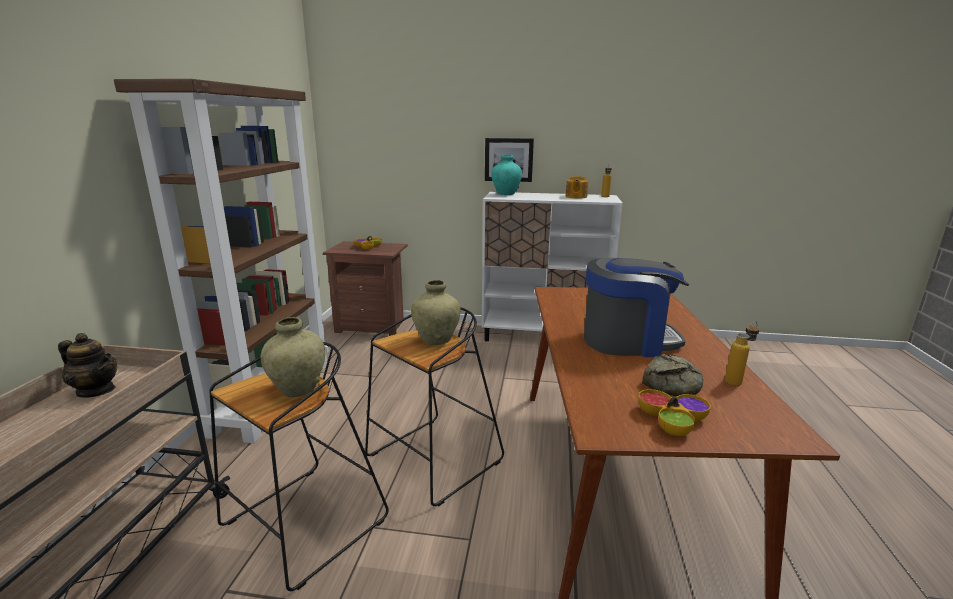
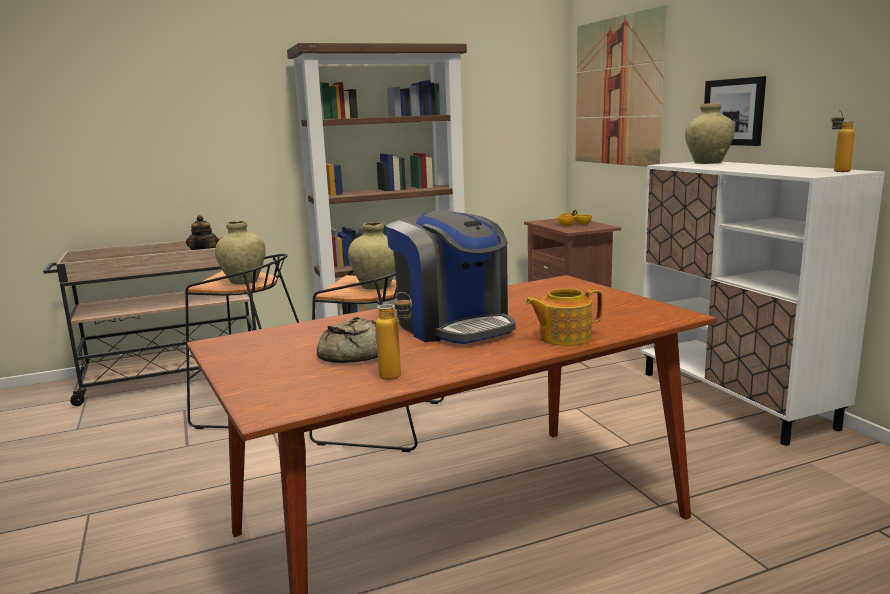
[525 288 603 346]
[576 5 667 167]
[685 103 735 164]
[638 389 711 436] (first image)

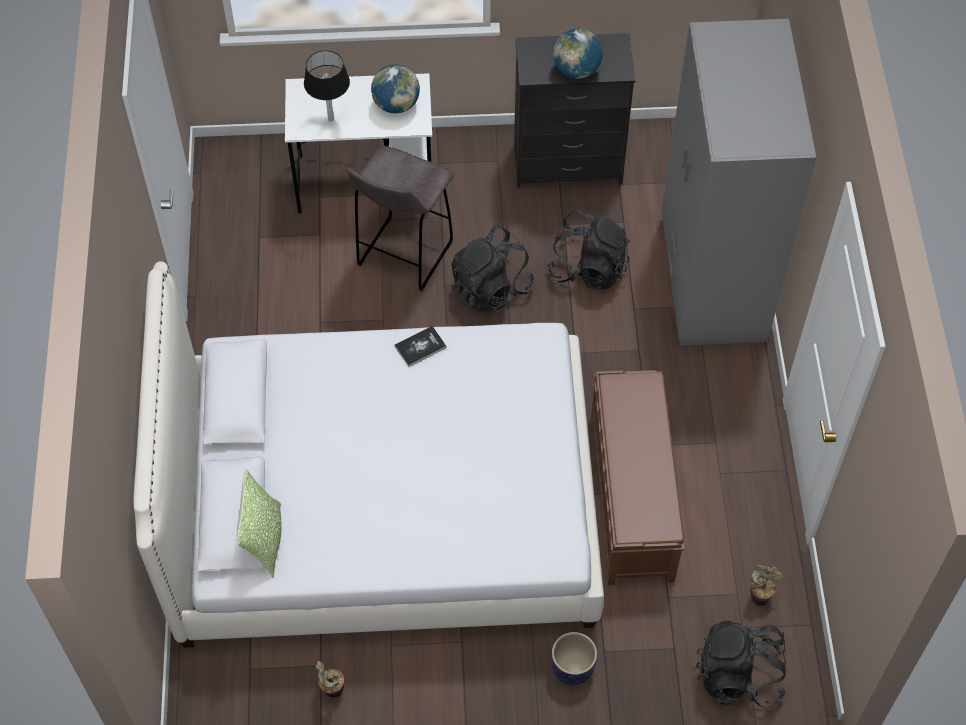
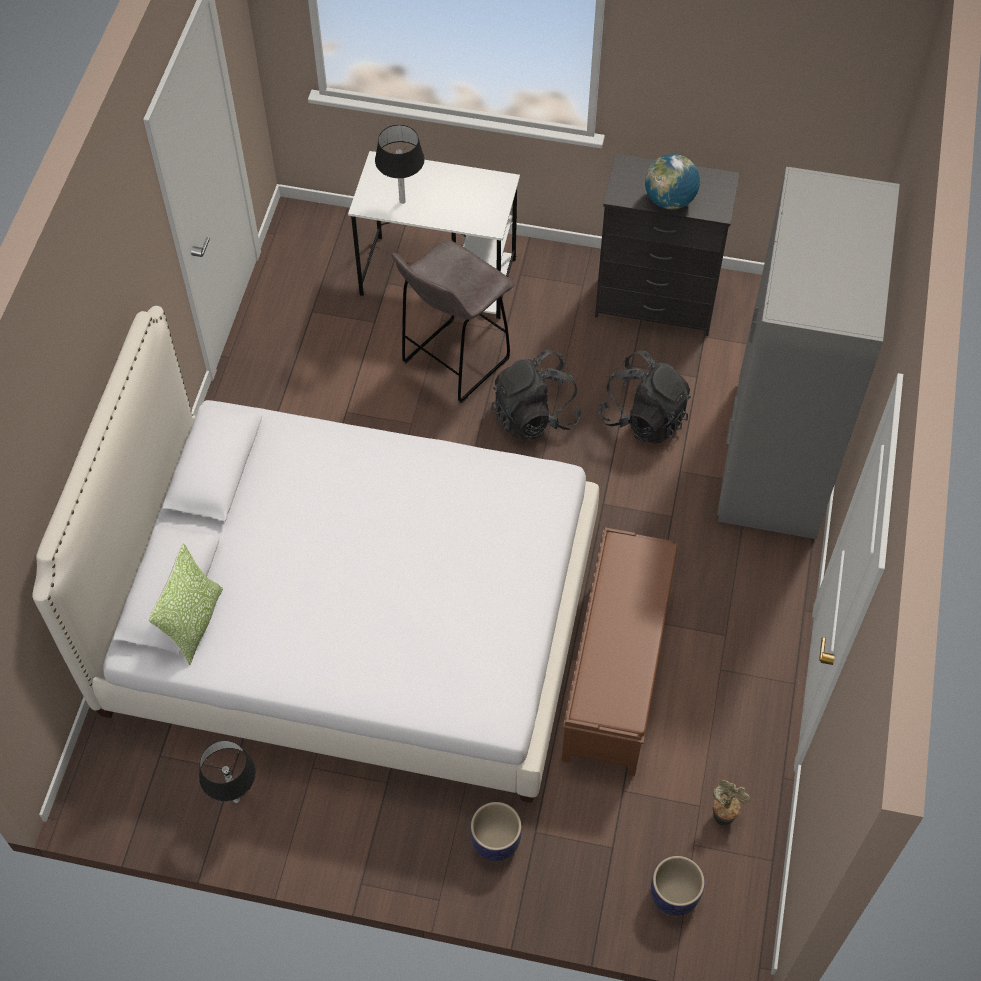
[199 740 256 803]
[651 856 705 916]
[371 64 420 113] (first image)
[394 326 447 367] (first image)

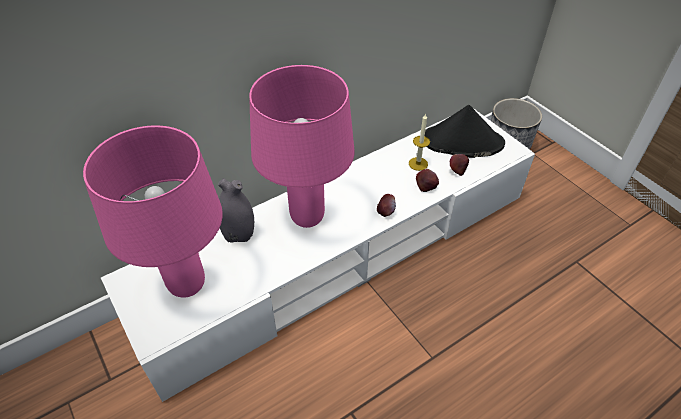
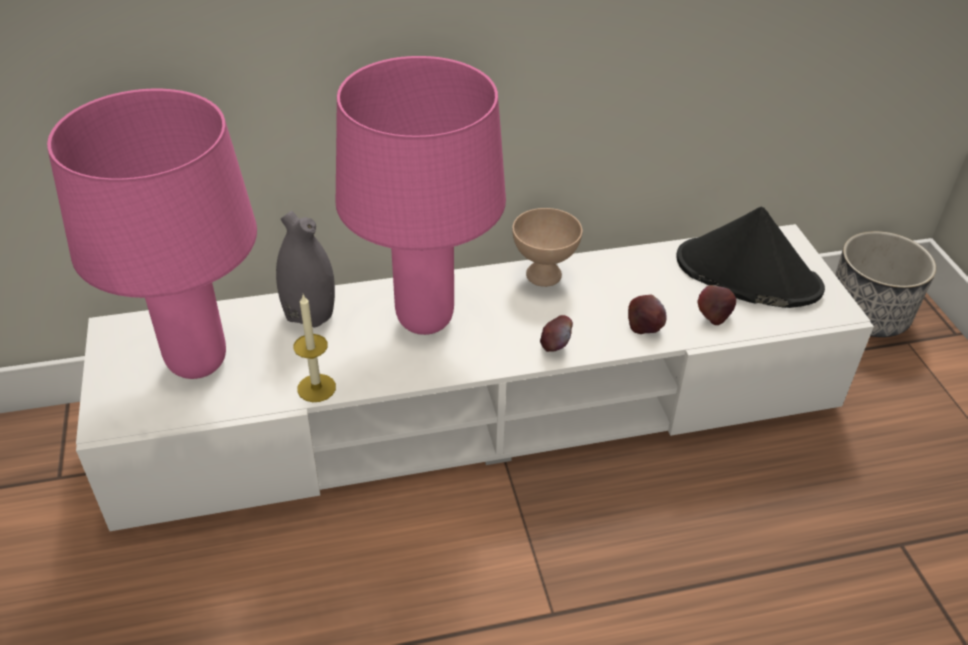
[293 295 336 402]
[512 208 582 287]

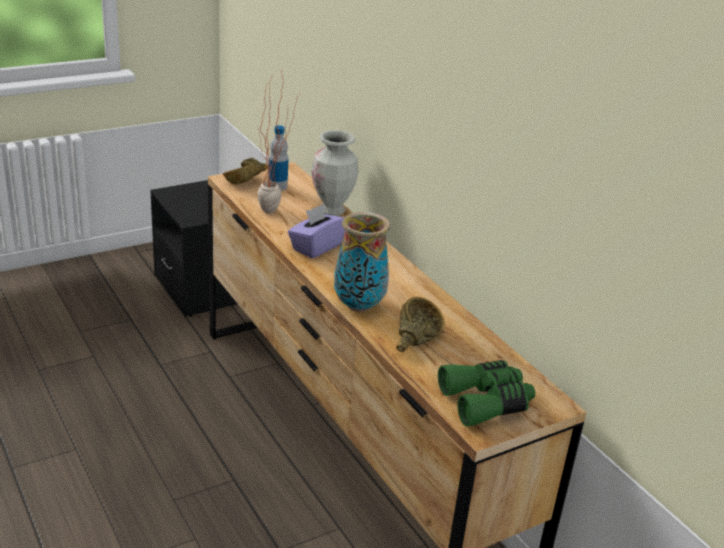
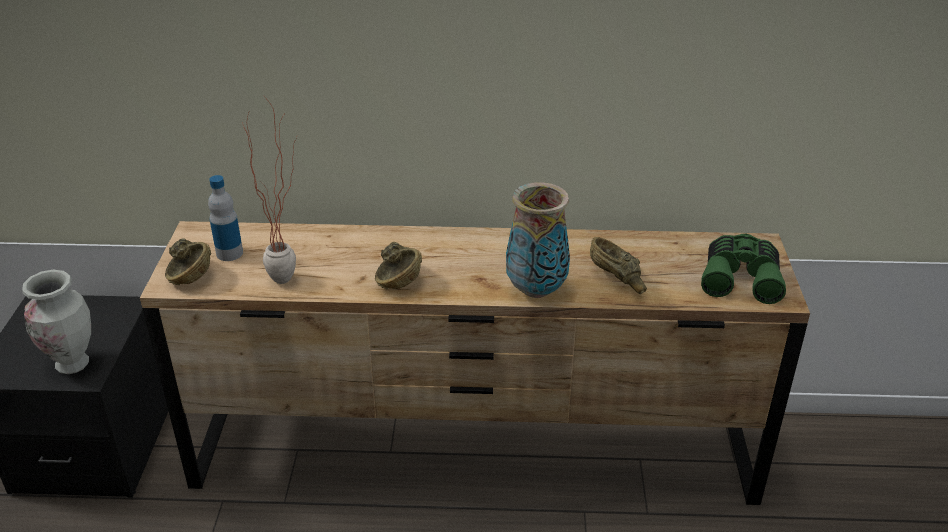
[22 269 91 374]
[375 242 422 289]

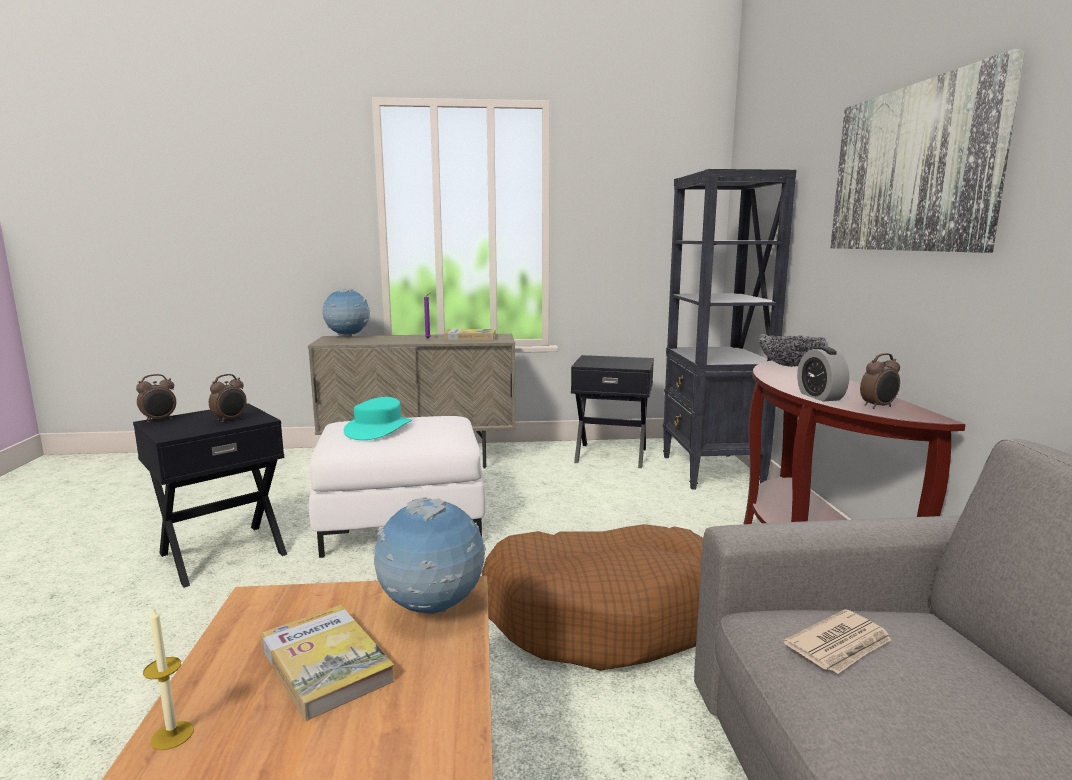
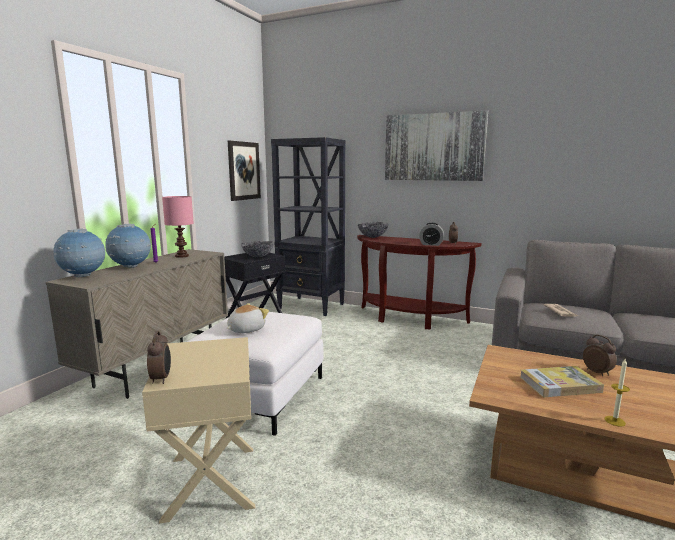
[105 224 151 268]
[142 337 255 524]
[162 196 194 258]
[226 303 269 333]
[228 141 261 201]
[241 241 274 258]
[583 335 617 376]
[482 524 703 671] (first image)

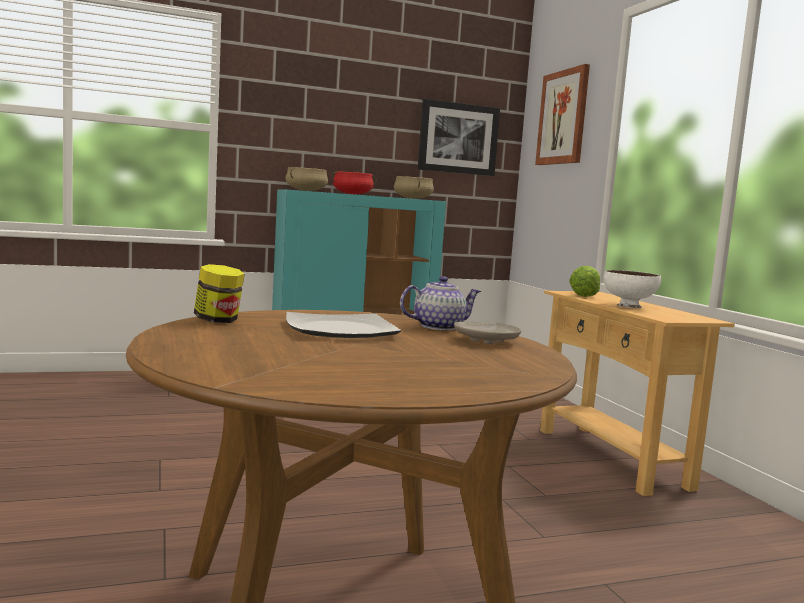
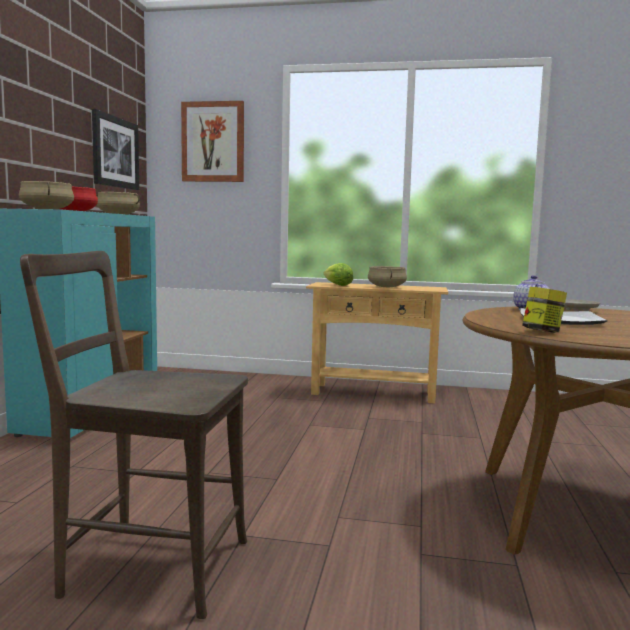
[20 251 248 619]
[368 266 407 287]

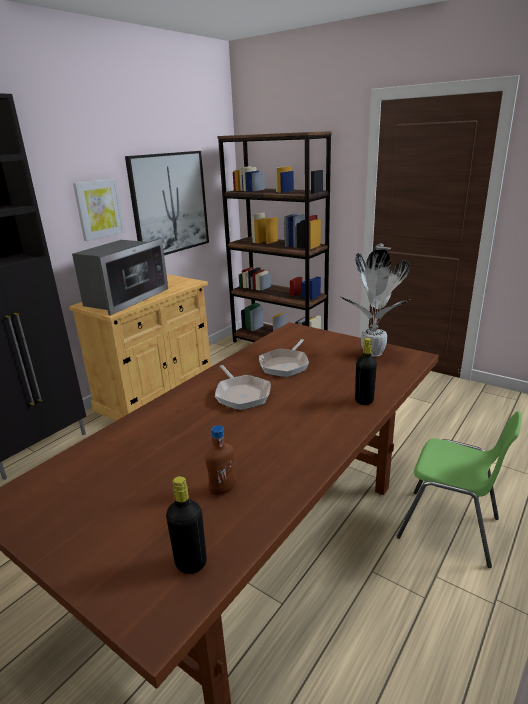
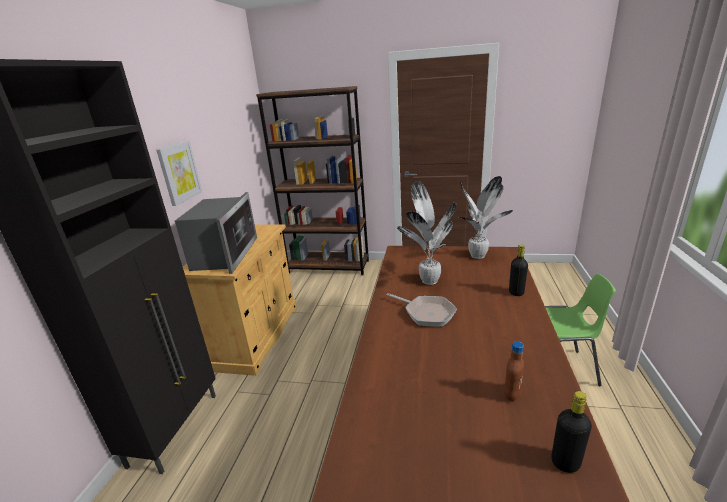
[397 181 456 285]
[125 151 209 255] (first image)

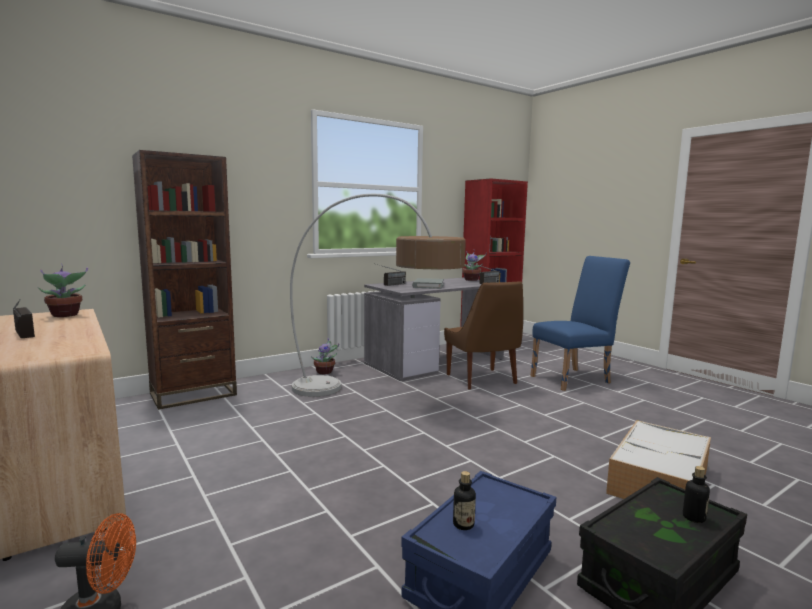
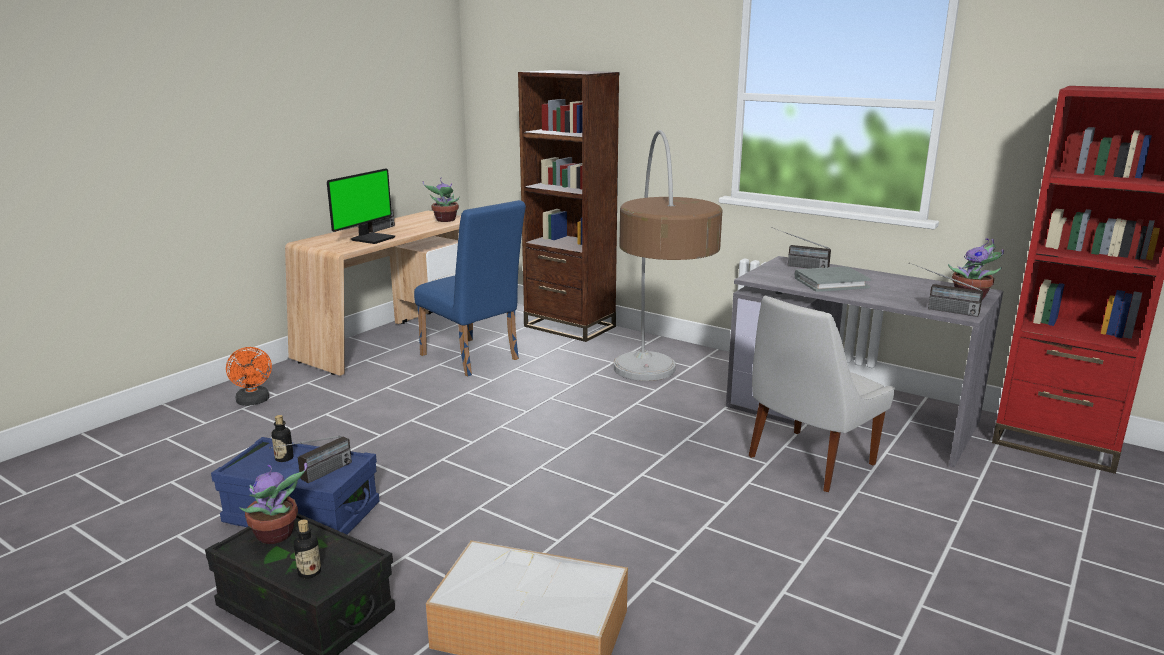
[239 463 307 544]
[269 436 352 483]
[327 168 395 244]
[414 200 526 377]
[749 295 895 492]

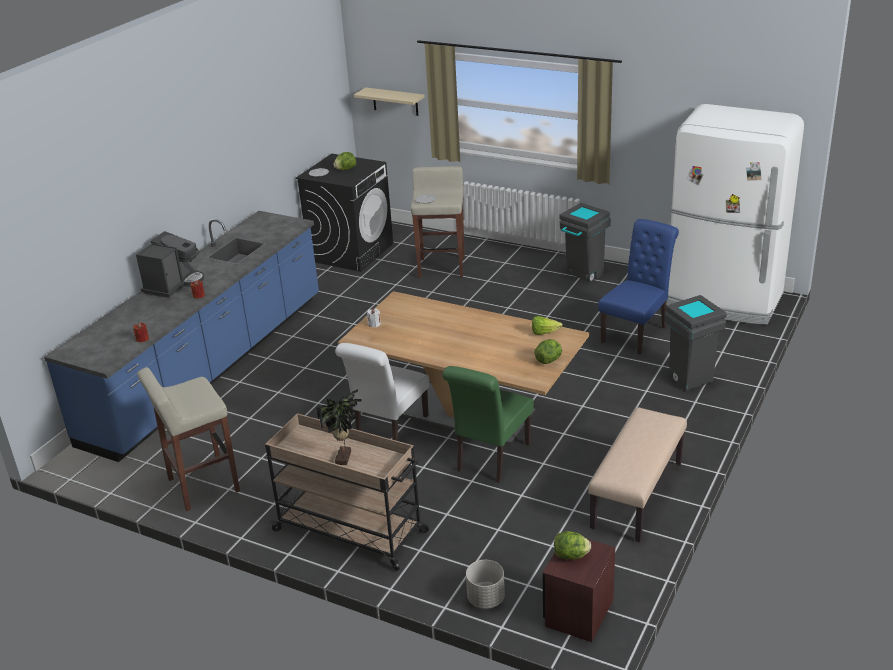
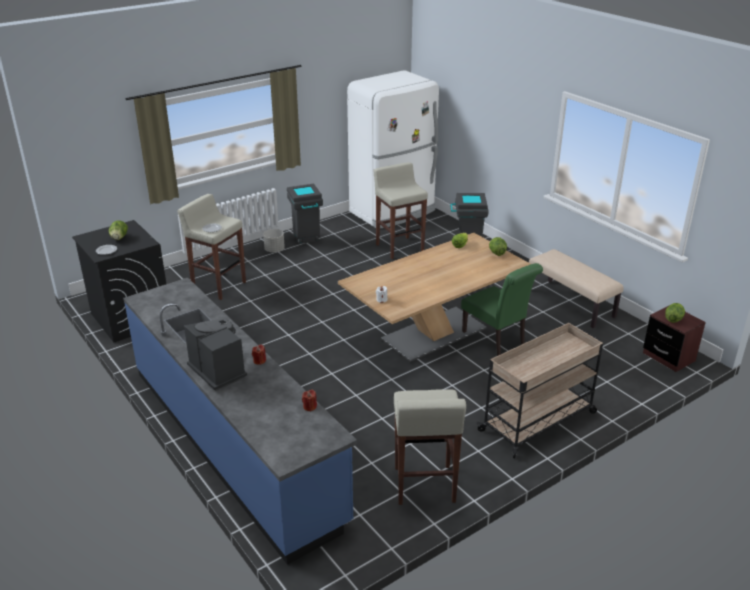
[263 229 285 253]
[373 162 428 259]
[317 389 362 465] (first image)
[335 343 430 441] (first image)
[354 87 424 116] (first image)

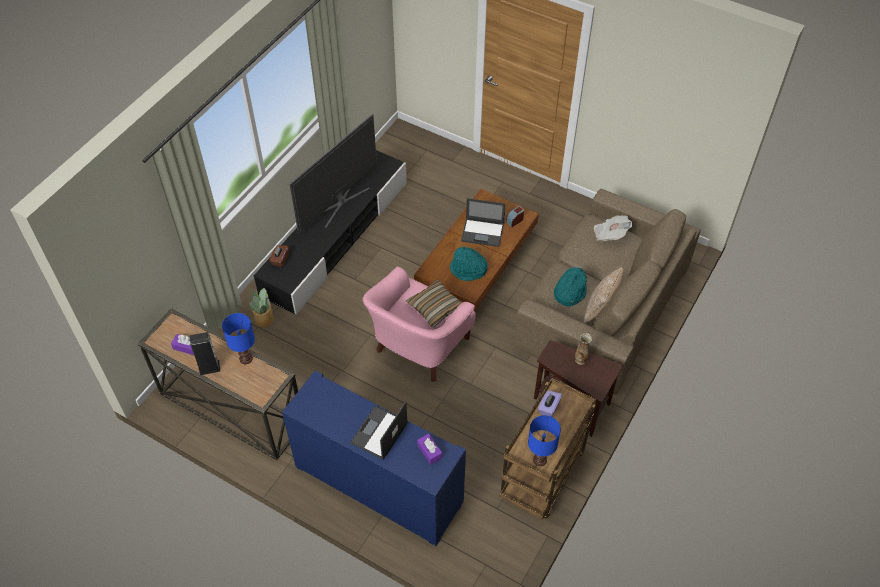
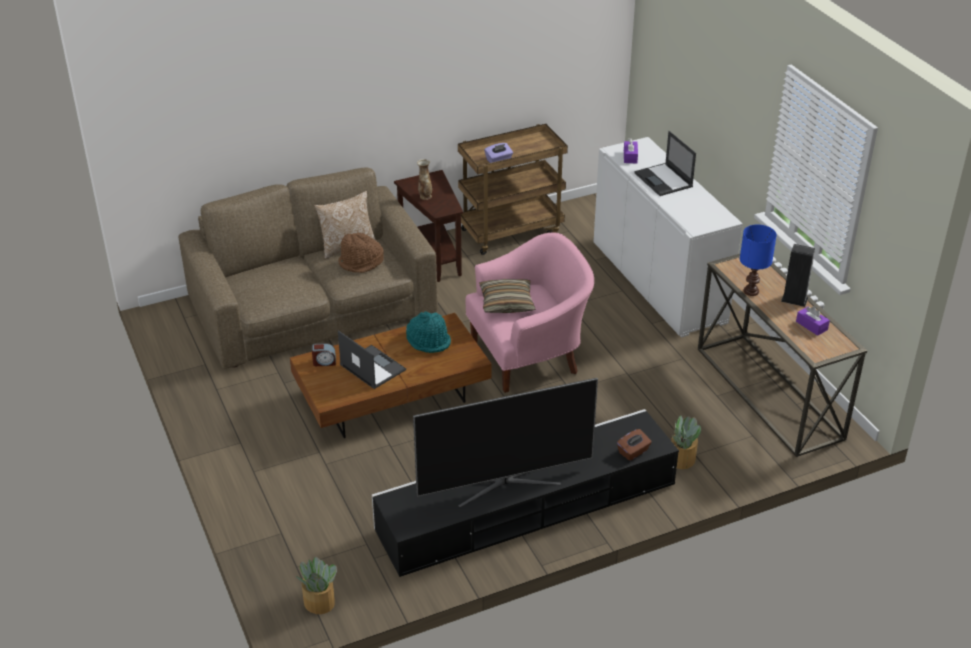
[296 557 337 614]
[338 233 384 273]
[594 137 743 338]
[635 131 696 196]
[528 415 561 466] (first image)
[594 216 632 241] (first image)

